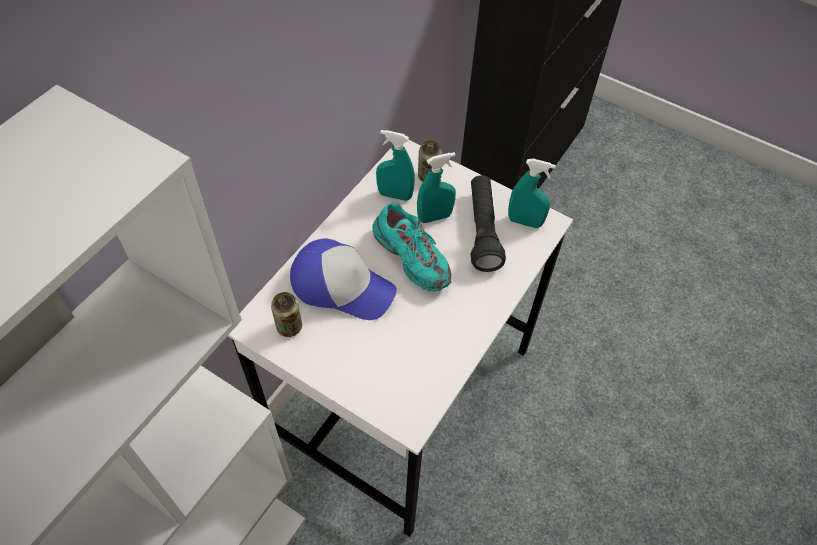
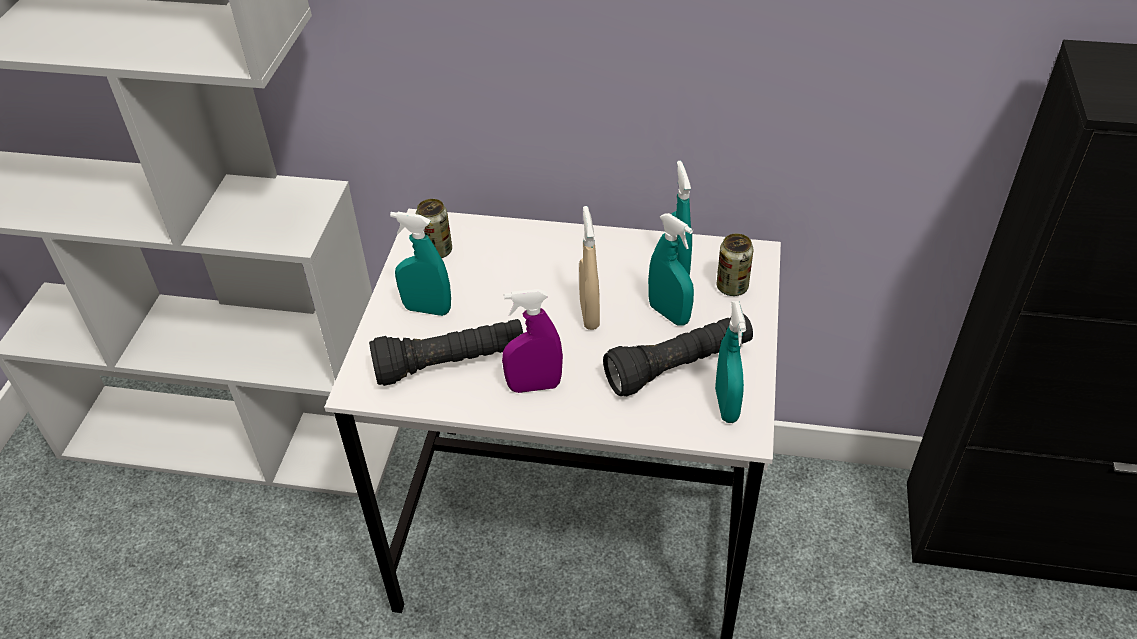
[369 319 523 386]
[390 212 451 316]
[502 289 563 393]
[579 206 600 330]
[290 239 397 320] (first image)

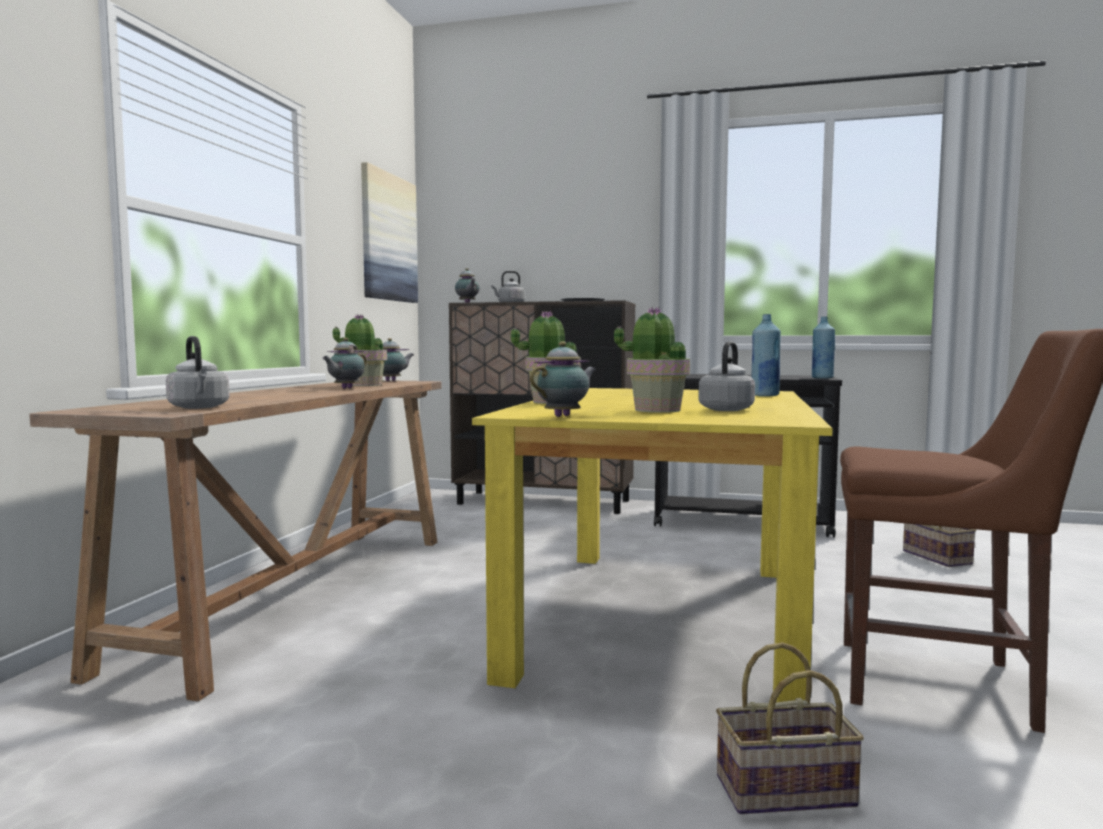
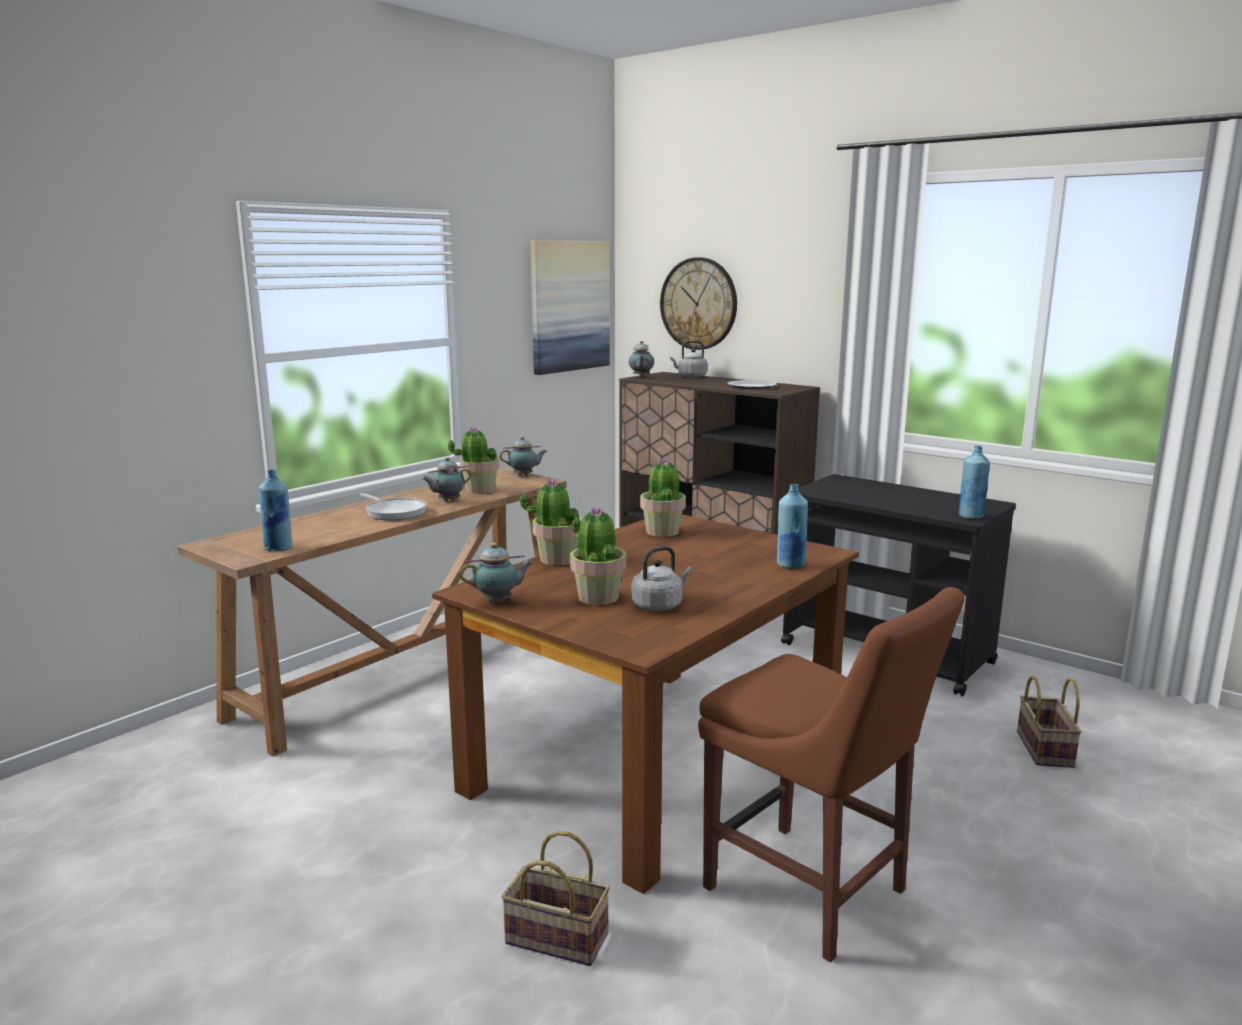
[259 470 292 551]
[359 493 426 520]
[432 514 859 894]
[640 458 686 537]
[660 257 737 350]

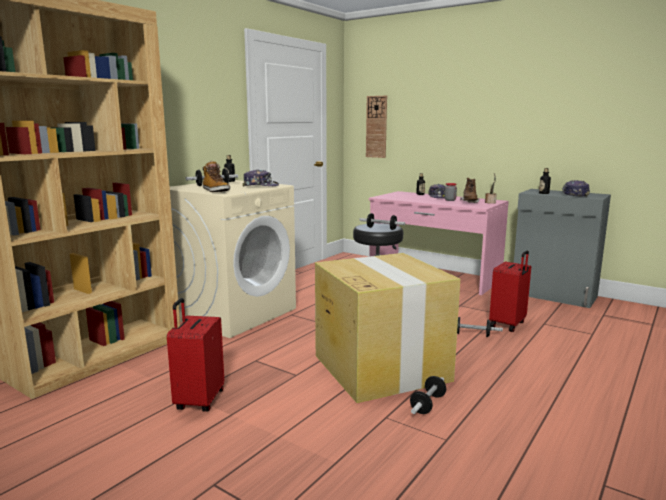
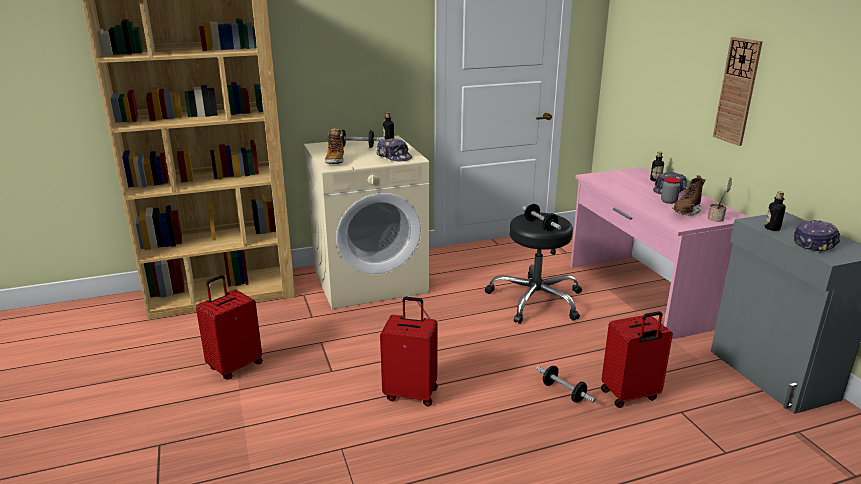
[380 297 438 406]
[713 37 763 146]
[410 376 446 414] (first image)

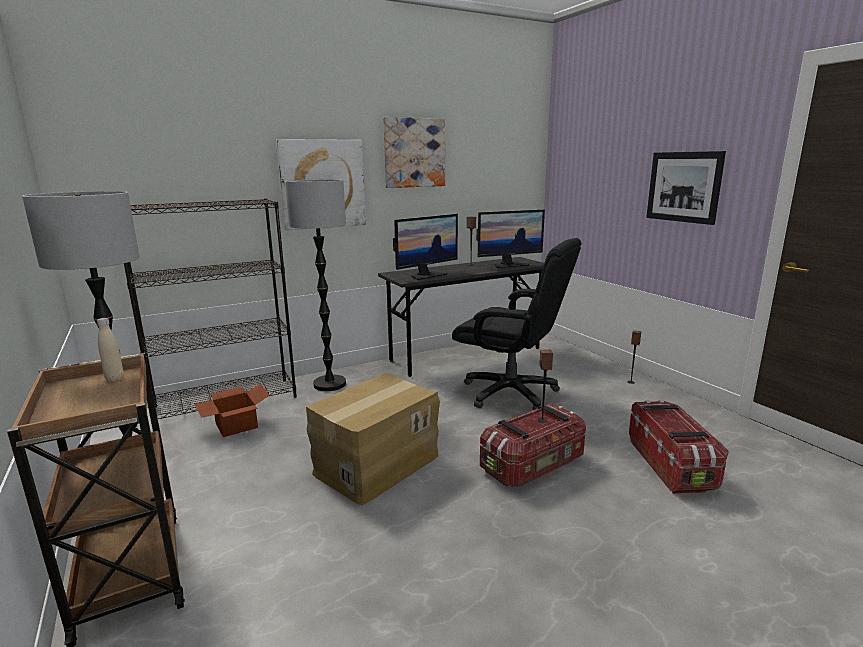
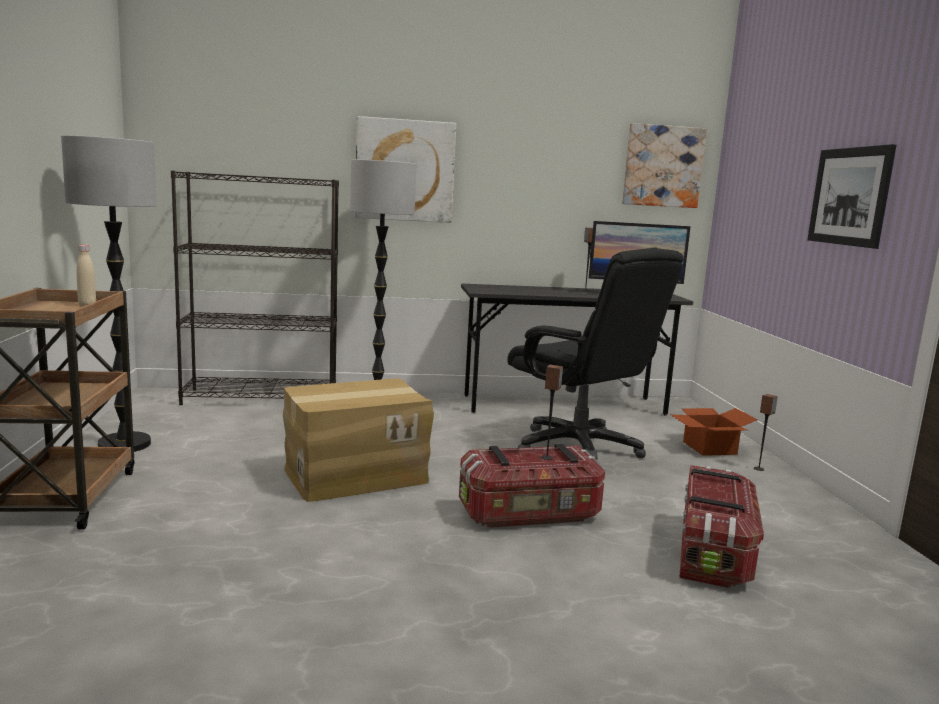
[622 123 707 208]
[670 408 758 456]
[393 214 458 280] (first image)

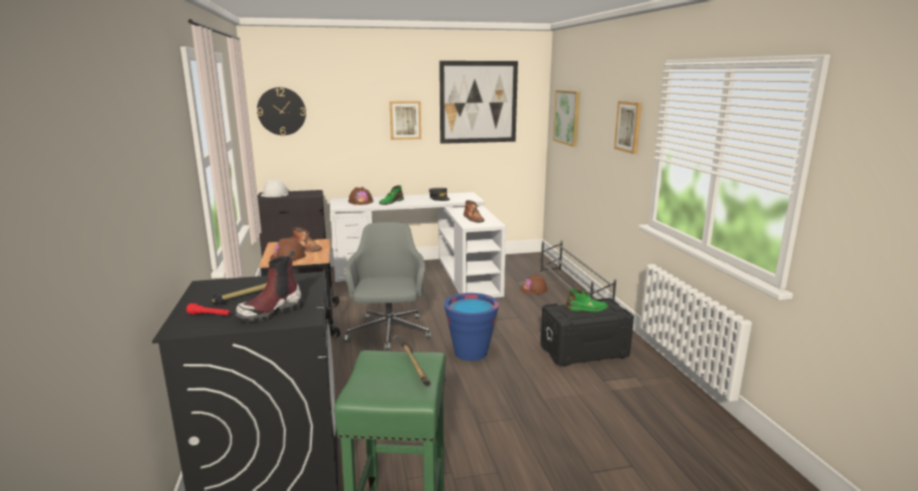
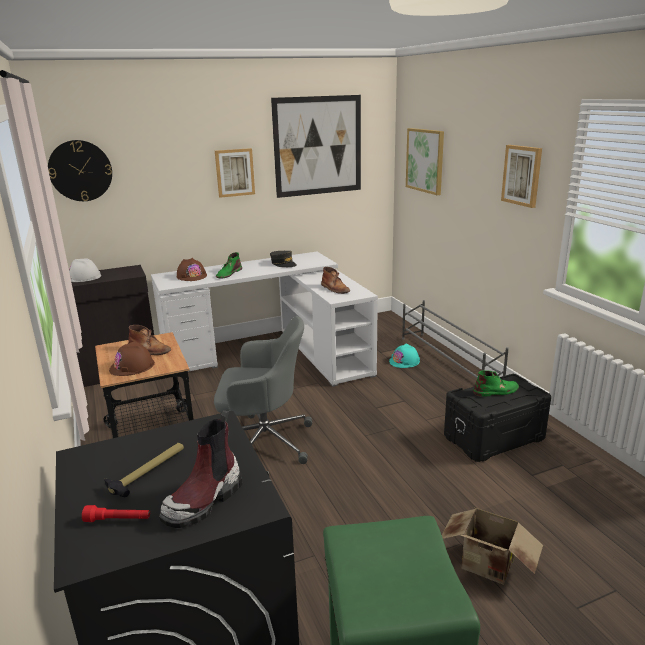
[214 316 312 464]
[389 344 420 368]
[442 507 543 585]
[393 335 430 386] (first image)
[444 293 499 361] (first image)

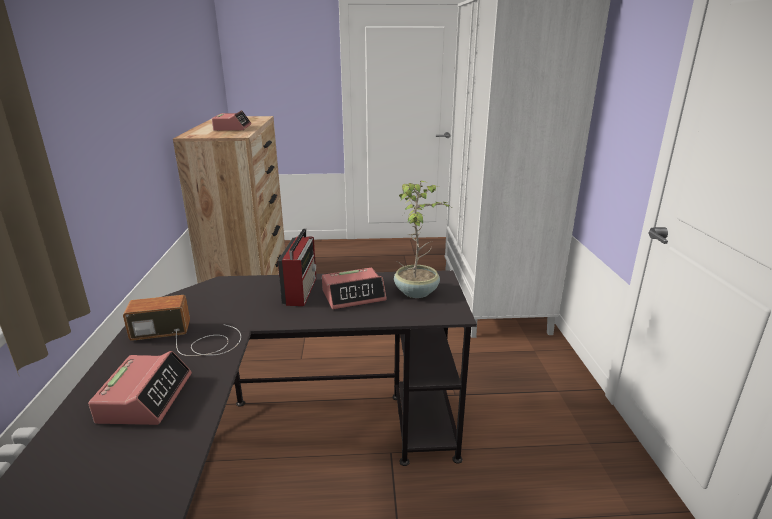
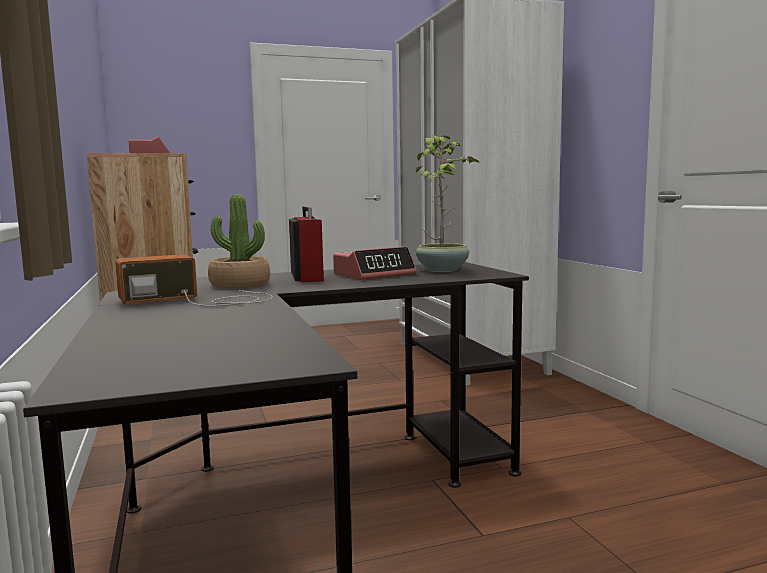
[208 194 270 289]
[88 351 192 425] (first image)

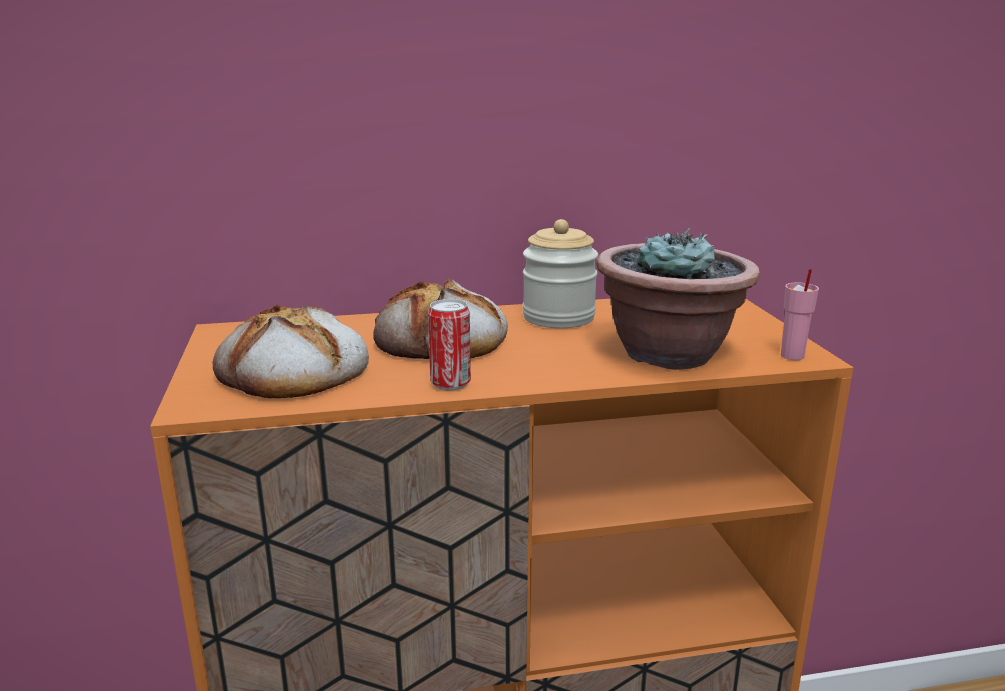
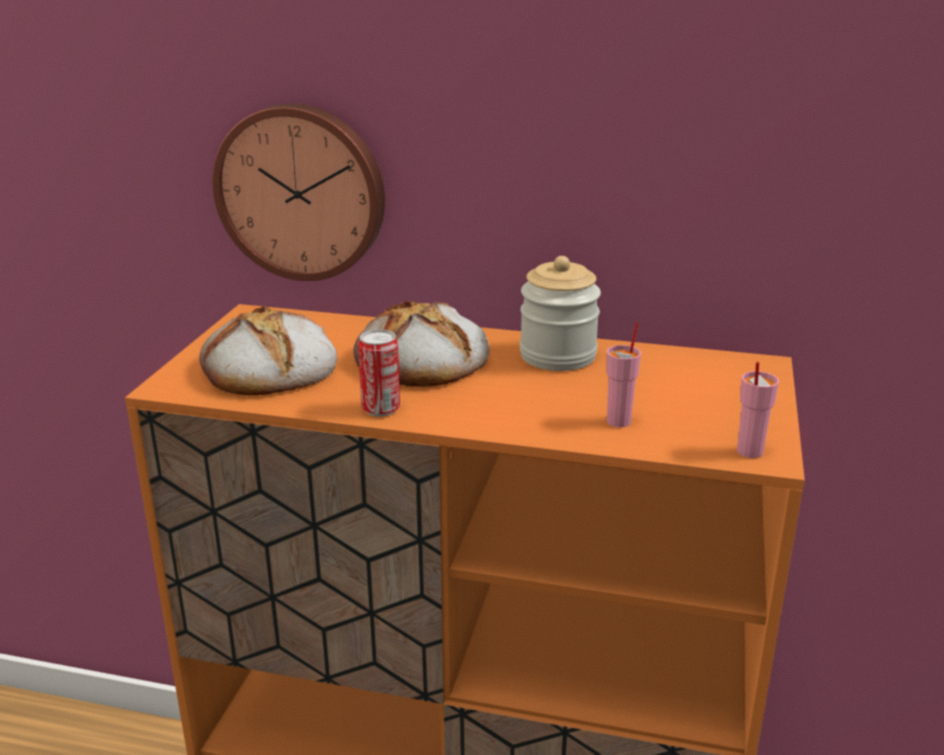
[212 103 385 281]
[606 322 641 428]

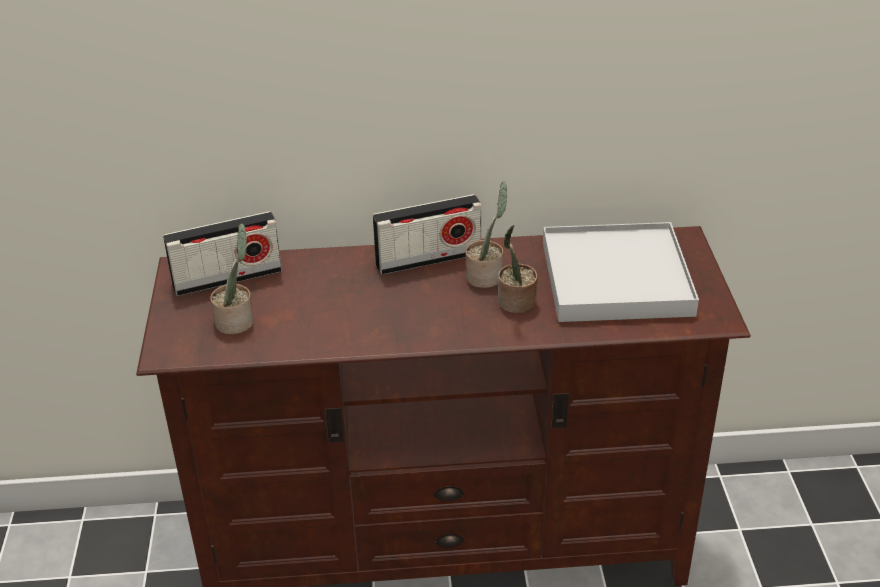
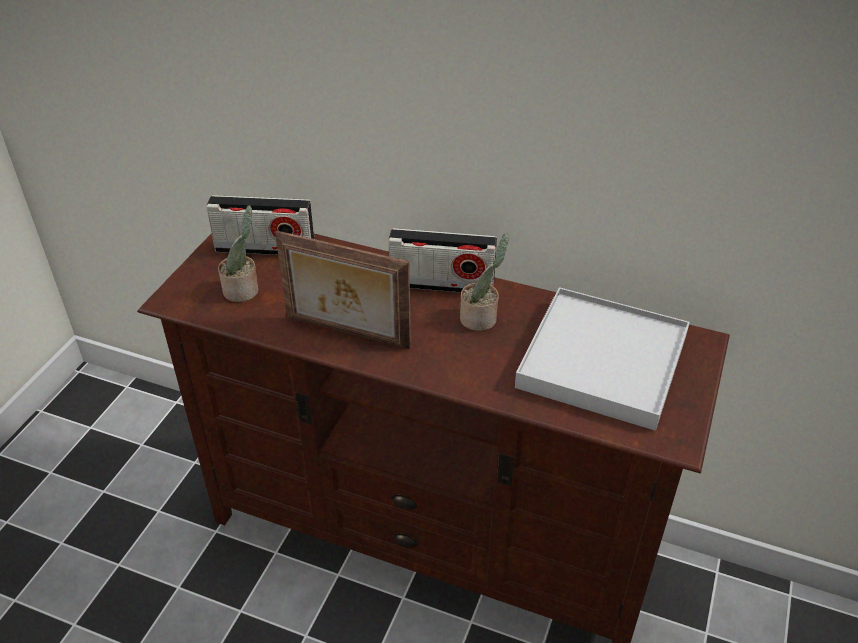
[275 230 411 349]
[498 225 538 314] (first image)

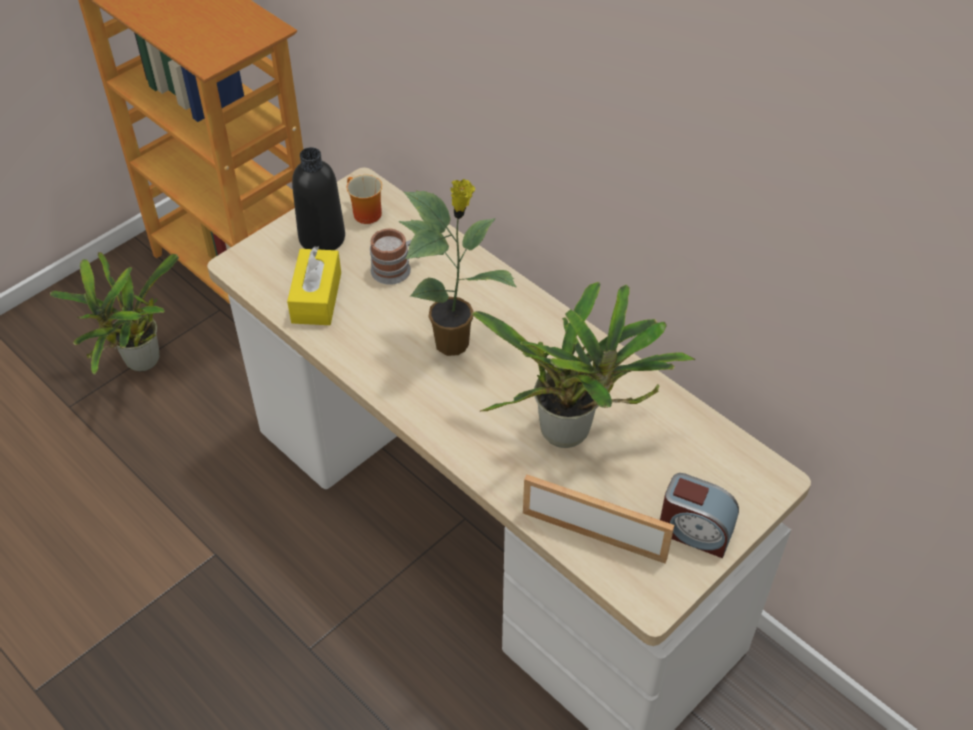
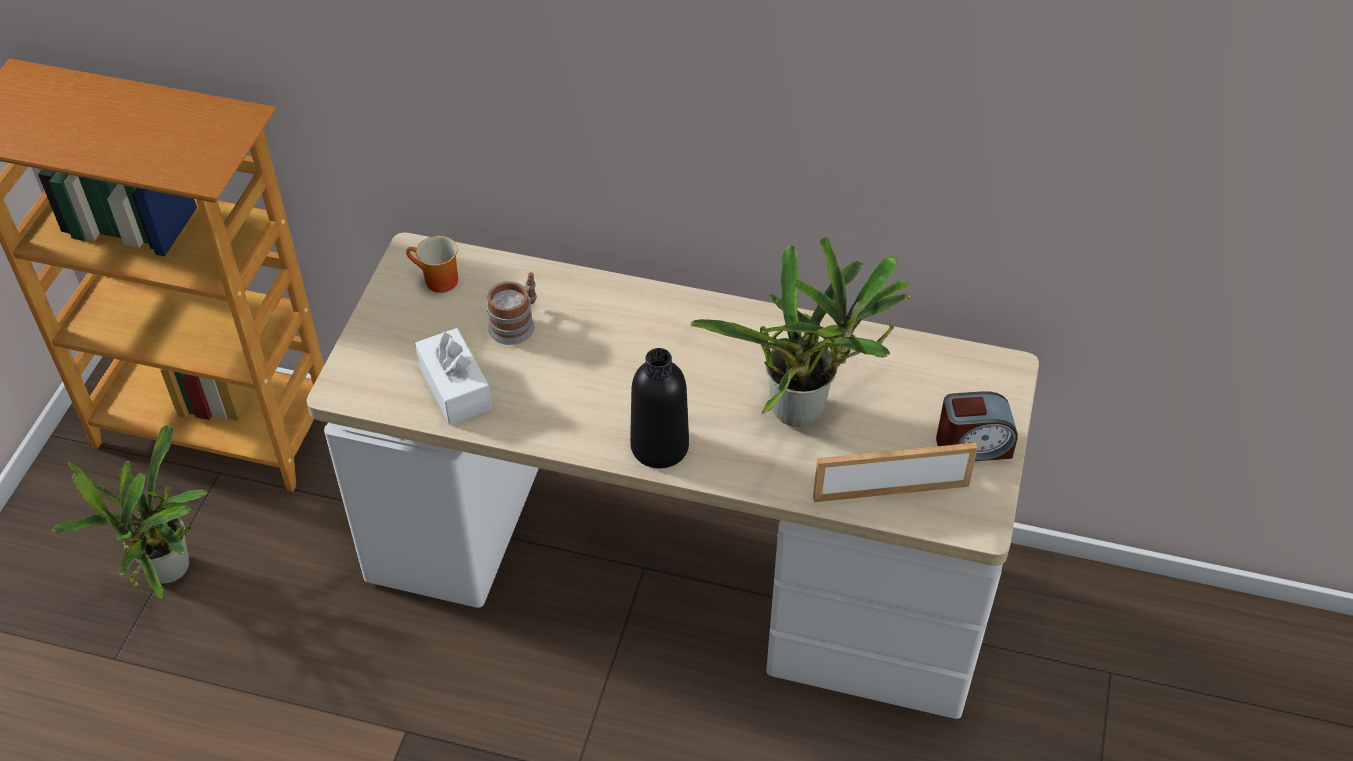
[415 328 492 425]
[630 348 689 468]
[398 179 516 356] (first image)

